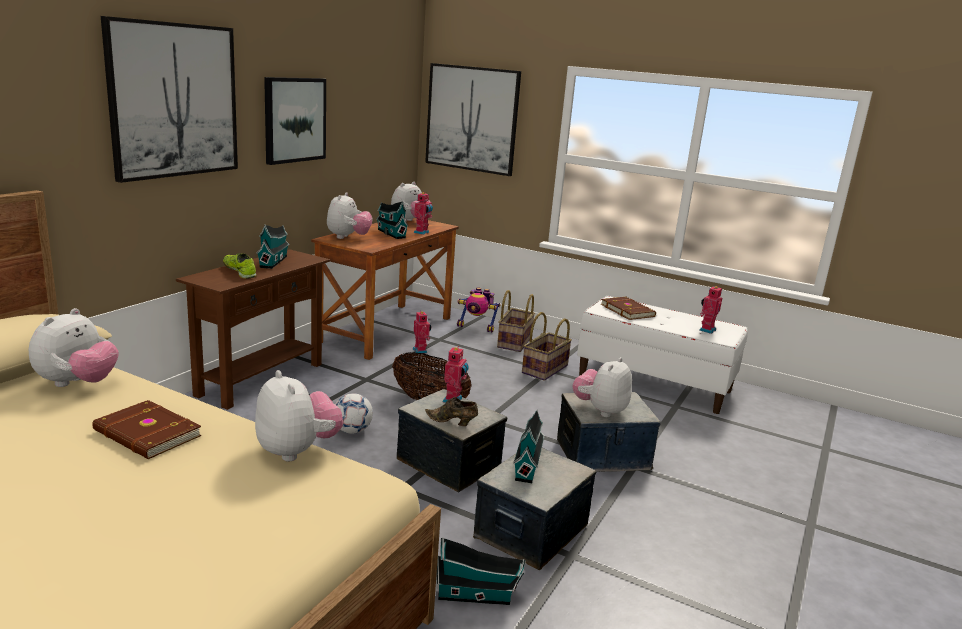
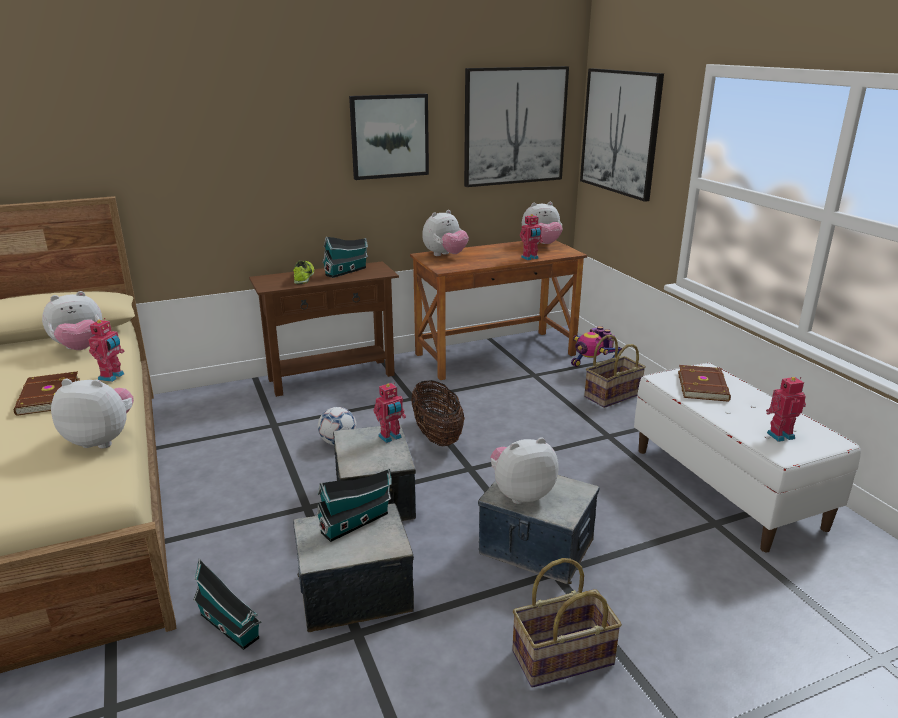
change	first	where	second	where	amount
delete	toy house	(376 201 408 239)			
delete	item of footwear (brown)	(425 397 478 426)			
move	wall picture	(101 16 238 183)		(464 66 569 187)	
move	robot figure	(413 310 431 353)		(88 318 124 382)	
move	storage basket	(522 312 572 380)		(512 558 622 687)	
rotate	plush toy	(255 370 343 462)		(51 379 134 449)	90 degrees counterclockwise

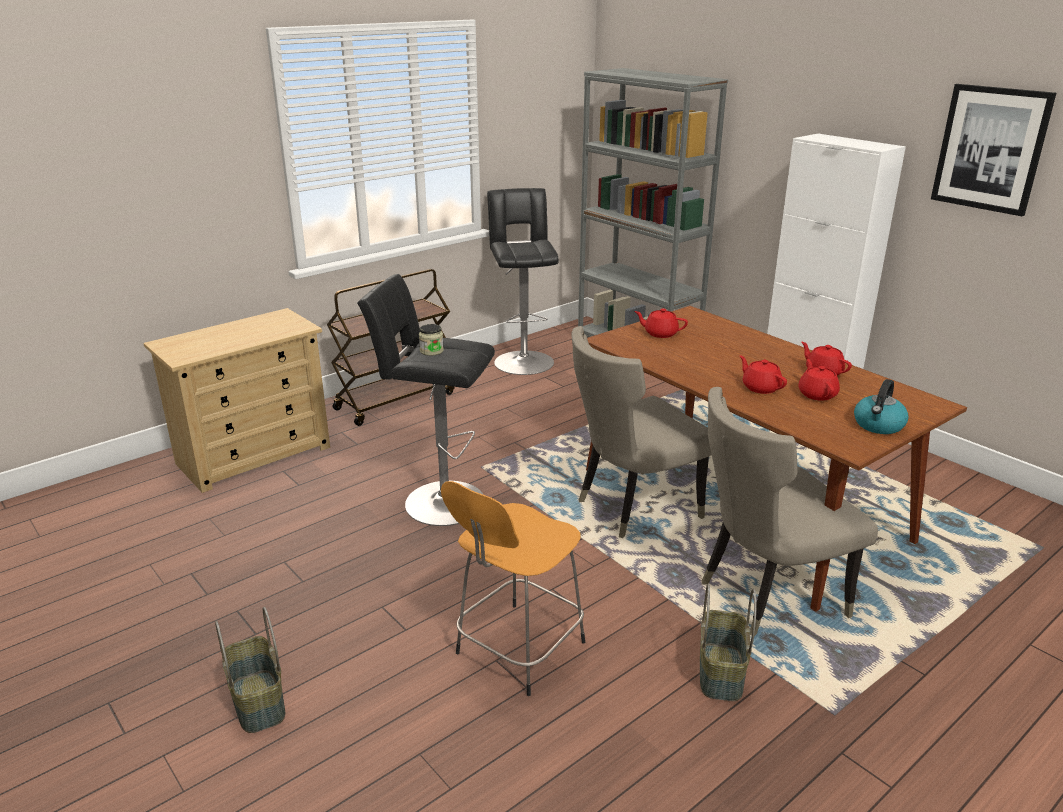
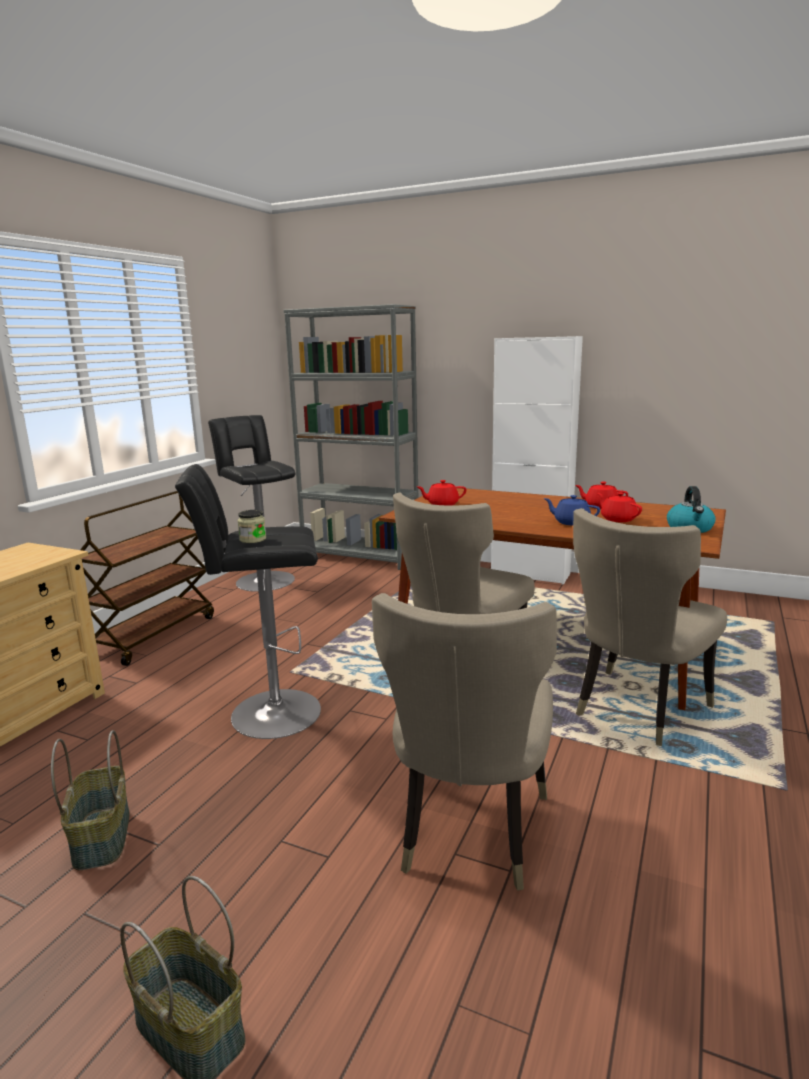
change	first	where	second	where	amount
delete	wall picture	(931 84 1056 216)			
move	storage basket	(700 584 756 701)		(51 730 130 870)	
replace	sitting stool (orangey)	(441 481 585 696)	chair (sand-coloured)	(372 593 557 891)	
recolor	tea pot (red)	(740 355 787 394)	tea pot (bluish)	(544 495 600 526)	

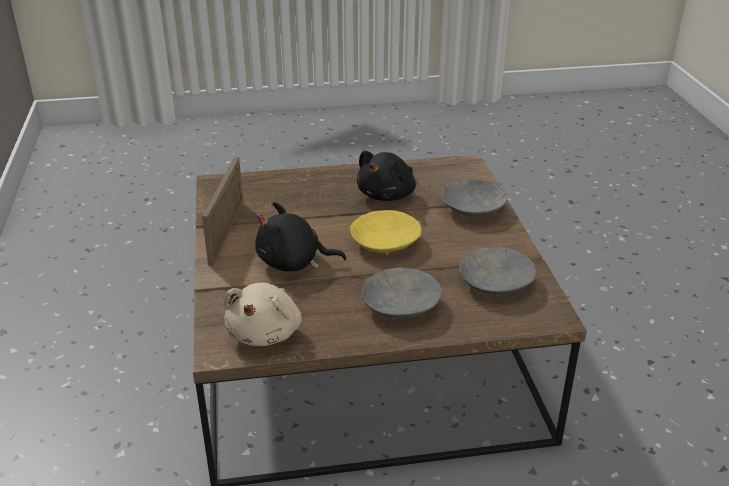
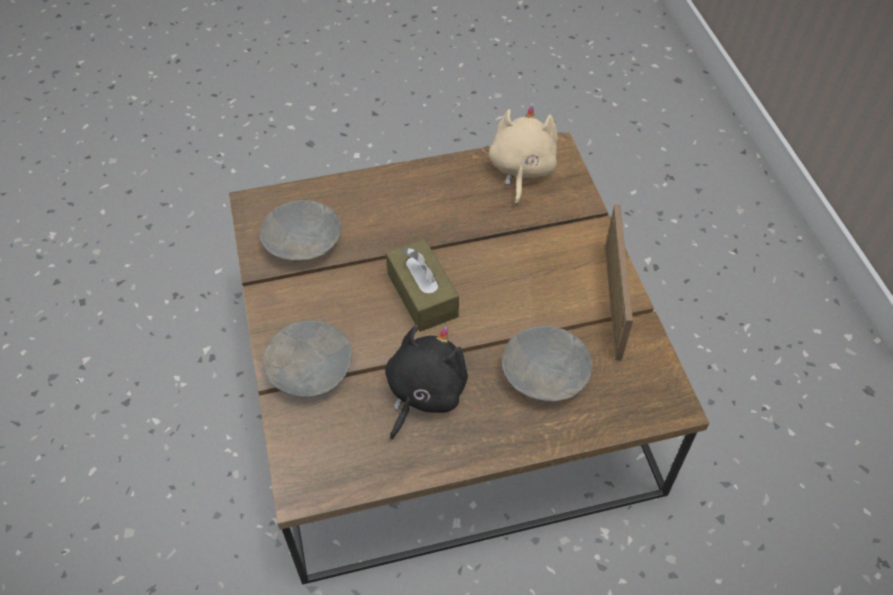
change	first	where	second	where	amount
delete	plush toy (blackish)	(255 202 346 272)			
move	bowl (greyish)	(362 267 442 320)		(502 326 592 402)	
replace	bowl (yellow-coloured)	(350 210 421 255)	box of tissues (brown)	(386 239 459 332)	

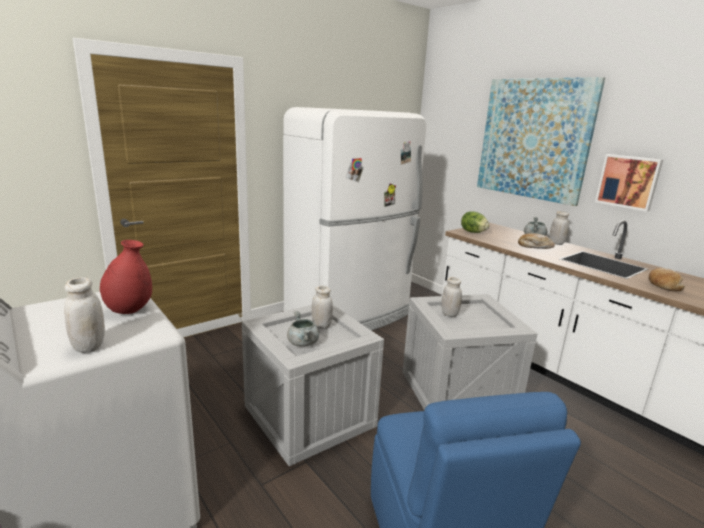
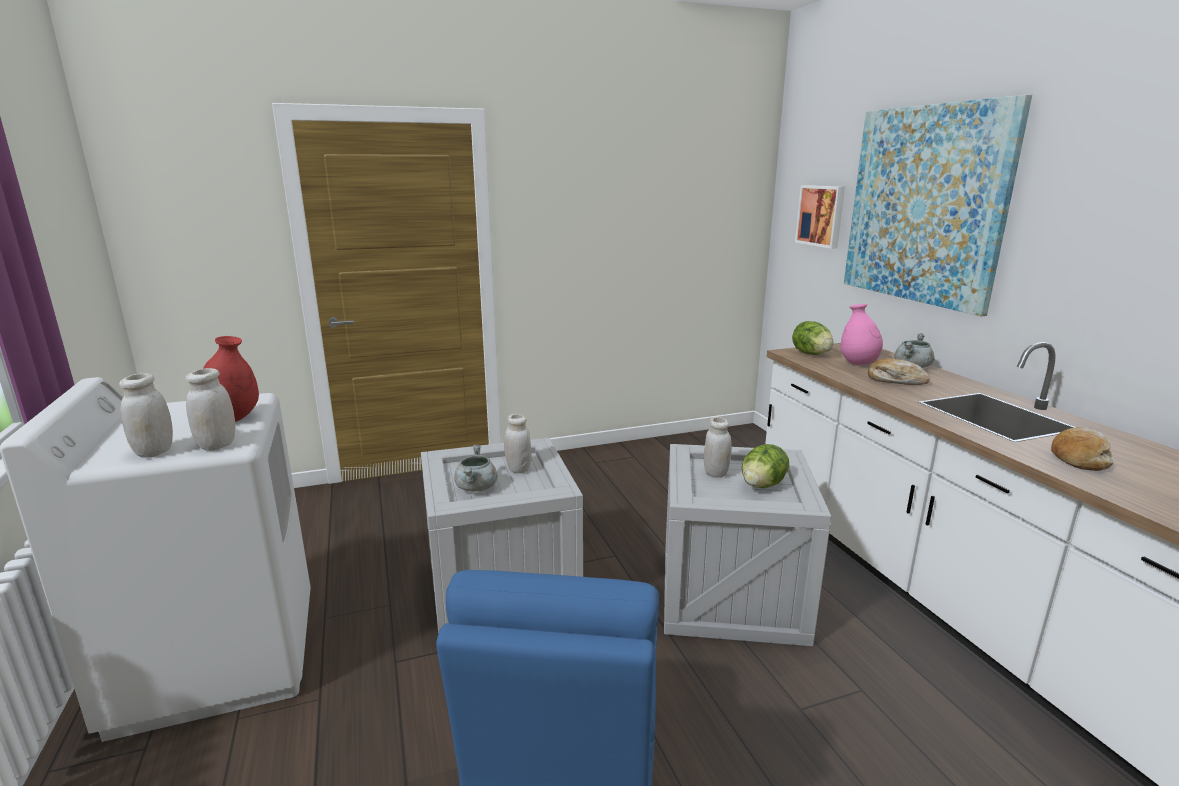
change	first	where	second	where	amount
delete	kitchen fridge (whitish)	(283 107 426 331)			
insert			lettuce	(742 444 789 488)	
insert			decorative vase (pinkish)	(841 304 883 365)	
move	storage jar (whitish)	(550 211 569 245)		(186 368 235 451)	
move	wall picture	(595 154 663 212)		(795 185 845 249)	

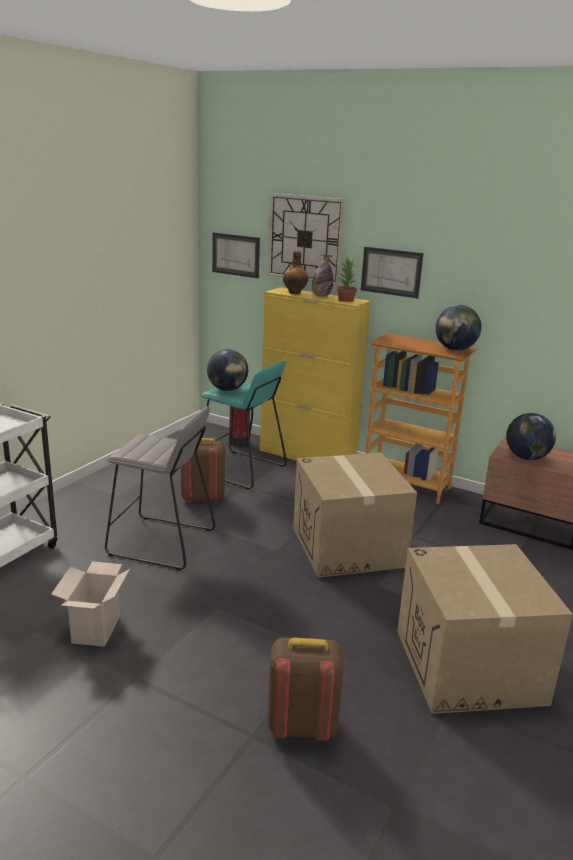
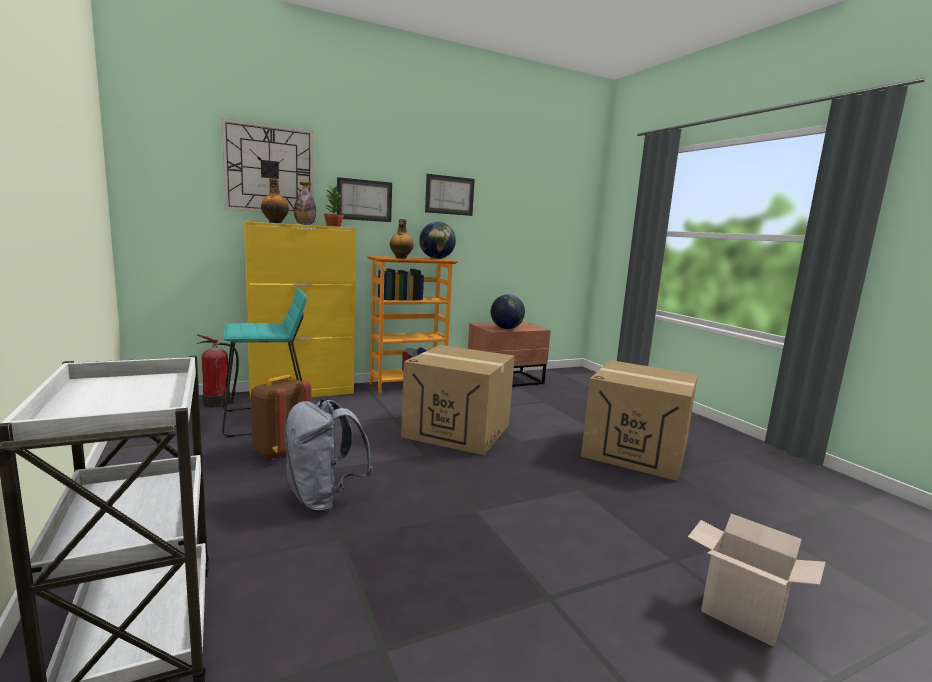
change	first	where	second	where	amount
delete	desk globe	(207 349 248 391)			
delete	backpack (brown)	(268 638 344 741)			
insert			drink bottle	(390 219 414 259)	
move	packing box	(51 561 130 647)		(688 514 826 646)	
move	wall picture	(212 232 260 278)		(425 174 475 216)	
replace	sitting stool (greyish)	(105 406 216 571)	backpack (greyish)	(284 399 373 513)	

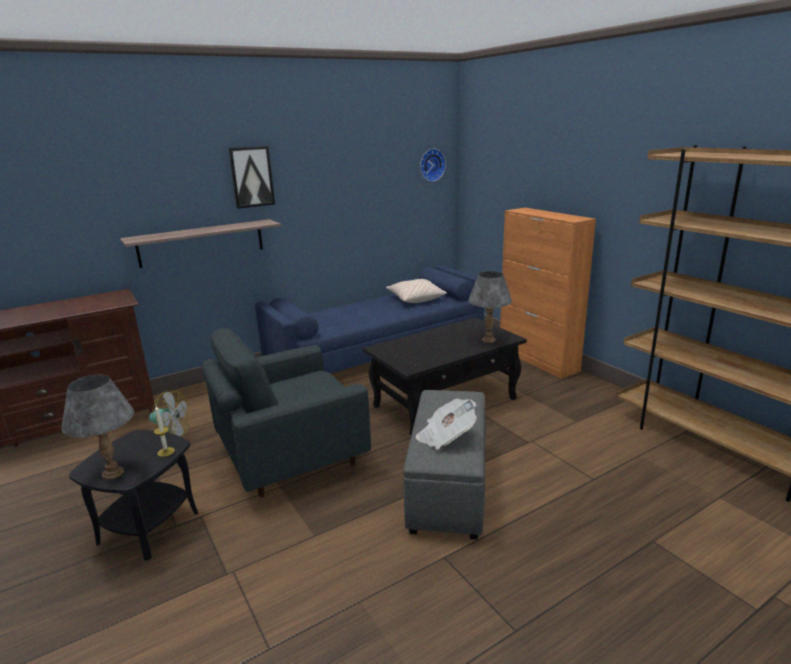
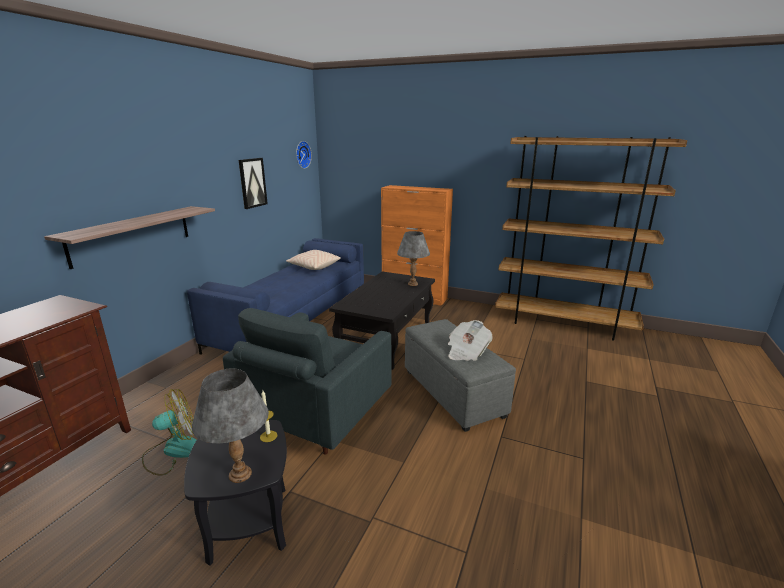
change	first	where	second	where	amount
move	wall picture	(228 146 275 209)		(239 158 268 209)	

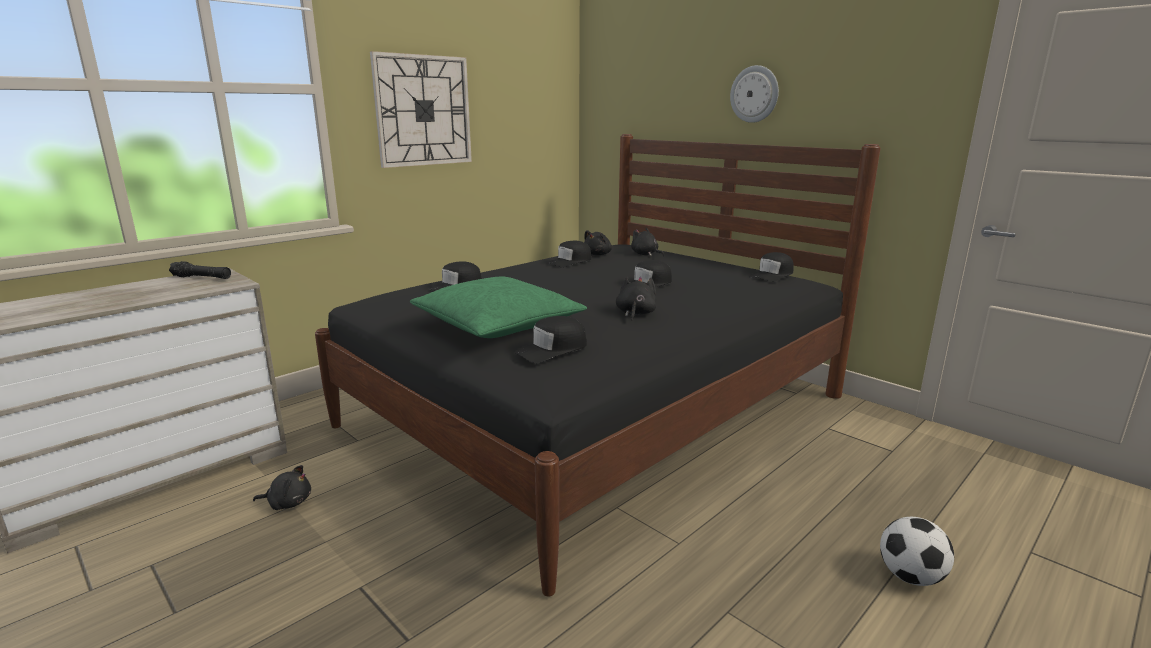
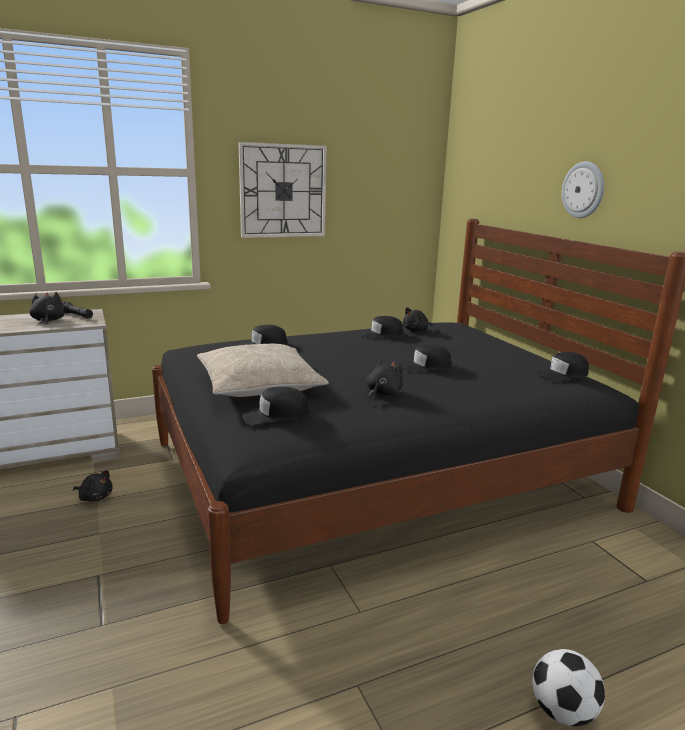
change	first	where	second	where	amount
move	plush toy (blackish)	(631 228 664 256)		(29 292 64 325)	
recolor	cushion (greenish)	(410 277 587 338)	cushion (sand-coloured)	(197 344 329 397)	

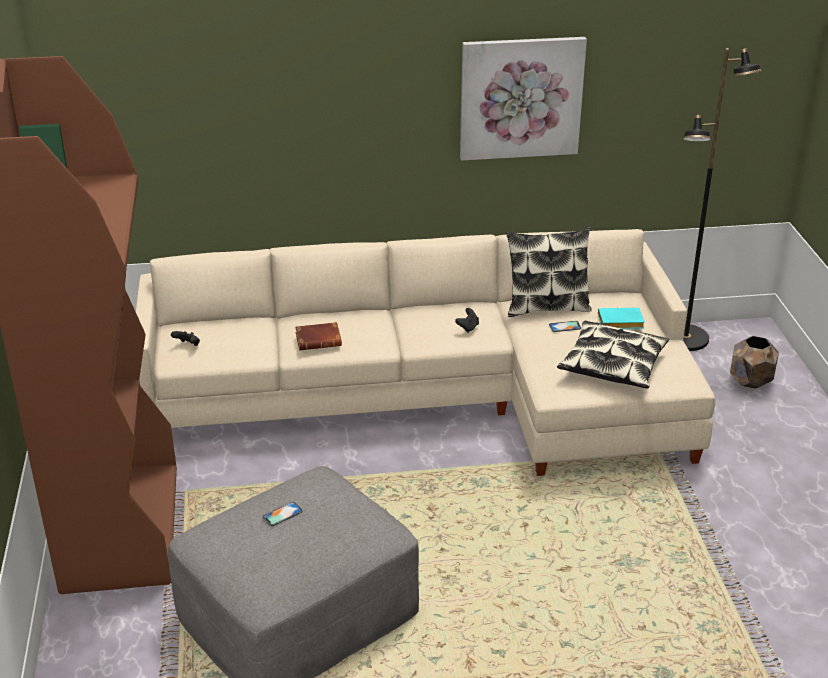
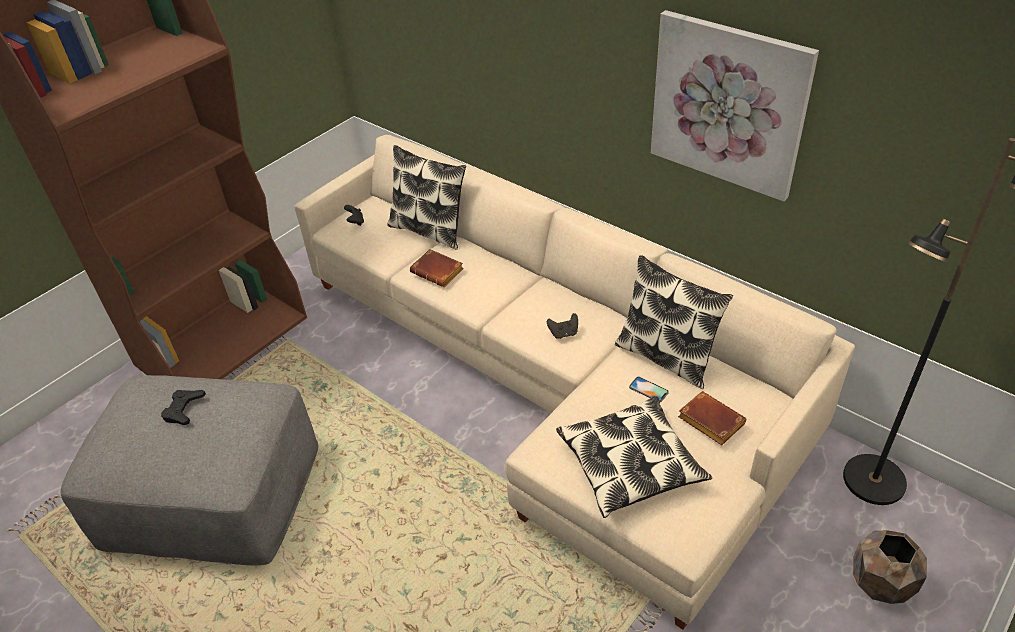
change	first	where	second	where	amount
insert			cushion	(387 145 466 250)	
replace	telephone	(263 502 303 526)	game controller (blackish)	(161 390 206 425)	
recolor	bound book (turquoise)	(598 308 645 329)	bound book (brown)	(678 391 746 445)	

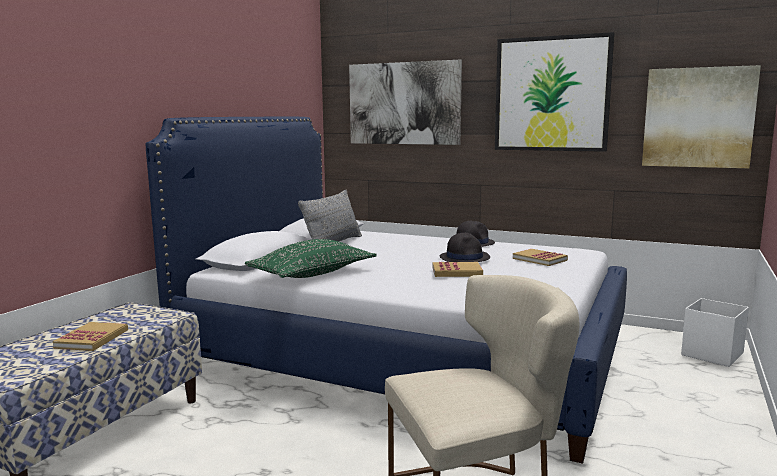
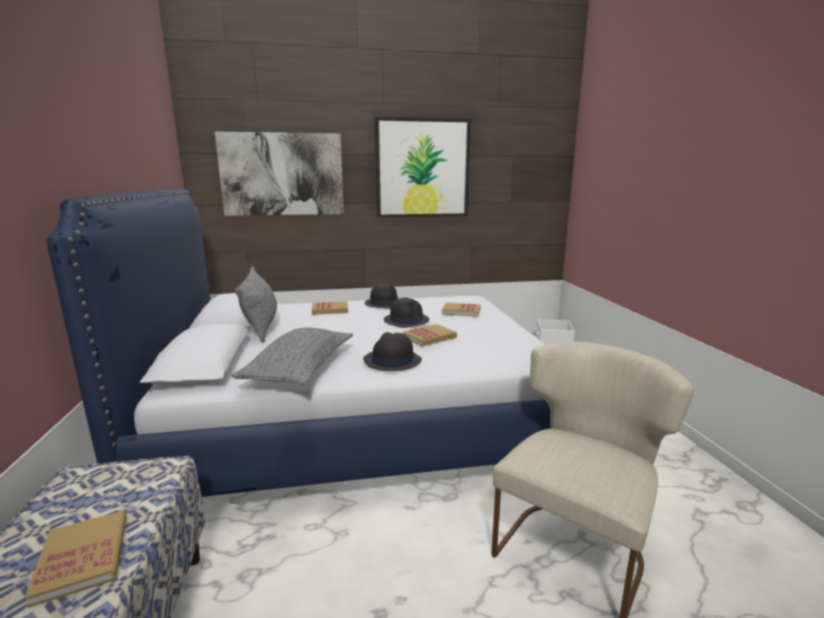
change	first	where	second	where	amount
delete	wall picture	(642 65 761 168)			
insert			bound book	(312 301 348 315)	
insert			clothing hat (blackish)	(363 332 422 371)	
recolor	cushion (greenish)	(245 239 377 278)	cushion (greyish)	(231 327 353 386)	

